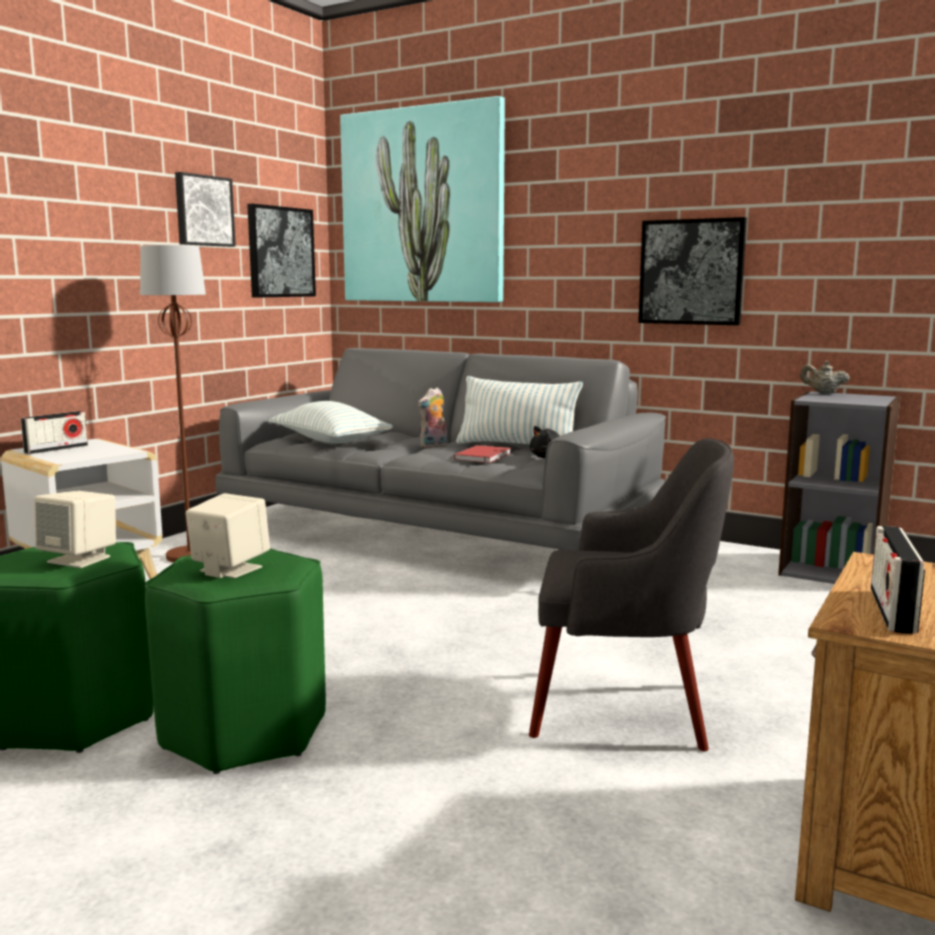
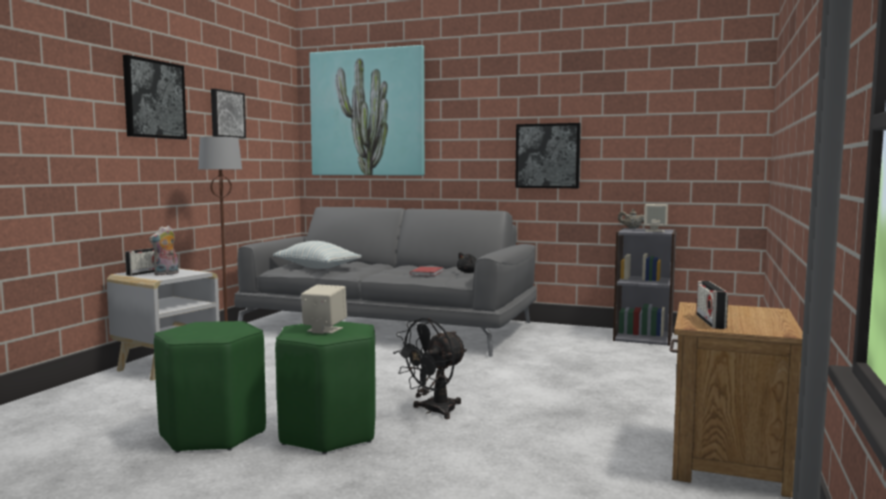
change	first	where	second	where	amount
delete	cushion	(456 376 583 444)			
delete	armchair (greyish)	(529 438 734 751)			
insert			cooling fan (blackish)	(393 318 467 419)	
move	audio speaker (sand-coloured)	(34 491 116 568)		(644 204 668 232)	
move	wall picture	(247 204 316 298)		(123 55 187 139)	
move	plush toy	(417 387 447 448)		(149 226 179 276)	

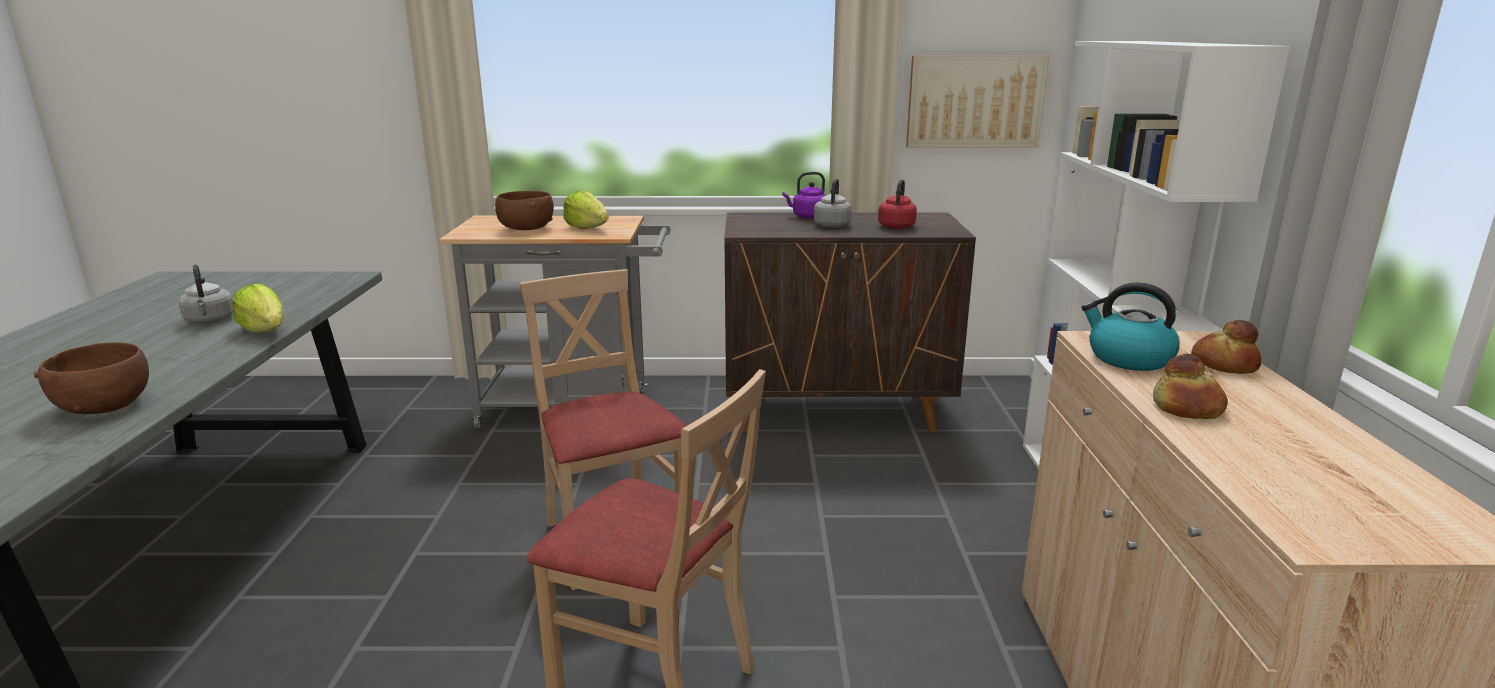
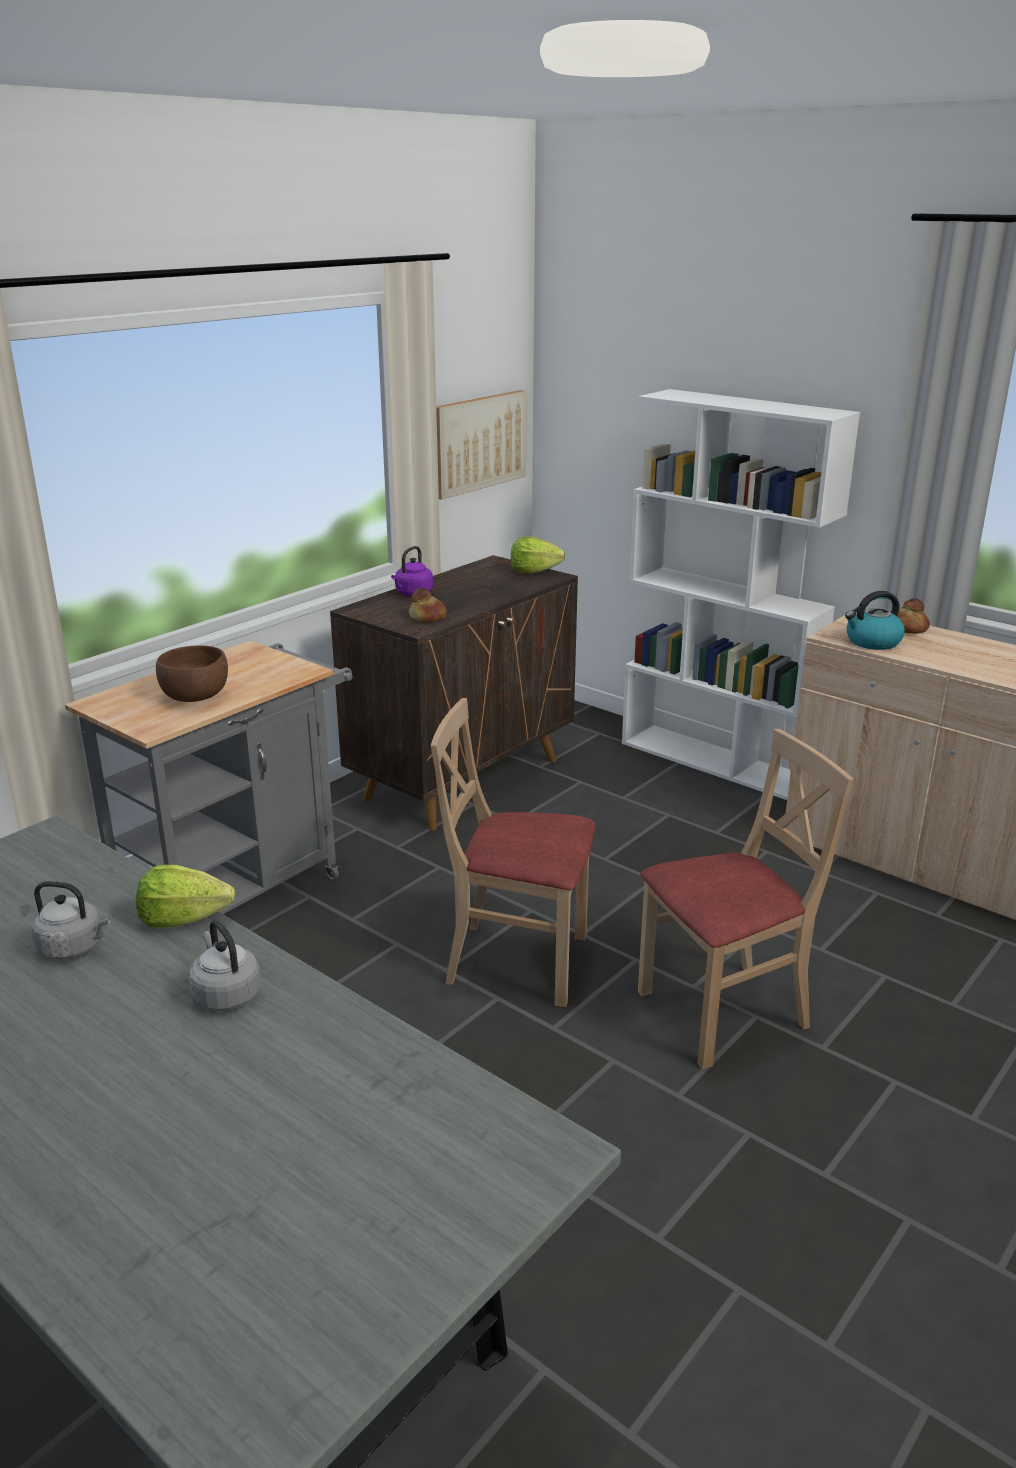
change	first	where	second	where	amount
delete	bowl (brown)	(34 342 149 414)			
delete	tea kettle (red)	(878 179 917 229)			
move	lettuce	(563 191 609 229)		(511 537 565 573)	
move	tea kettle (greyish)	(814 178 852 228)		(189 920 260 1011)	
move	baked bread	(1153 354 1228 419)		(409 588 446 622)	

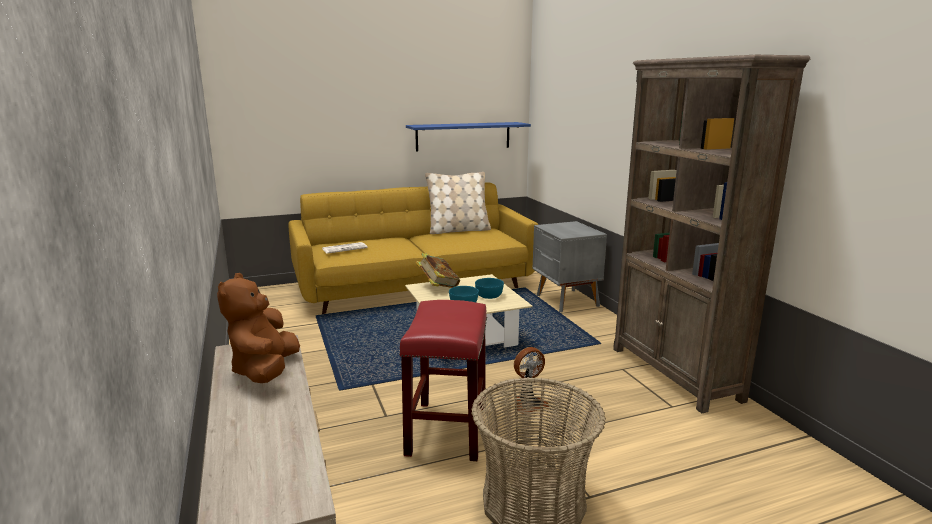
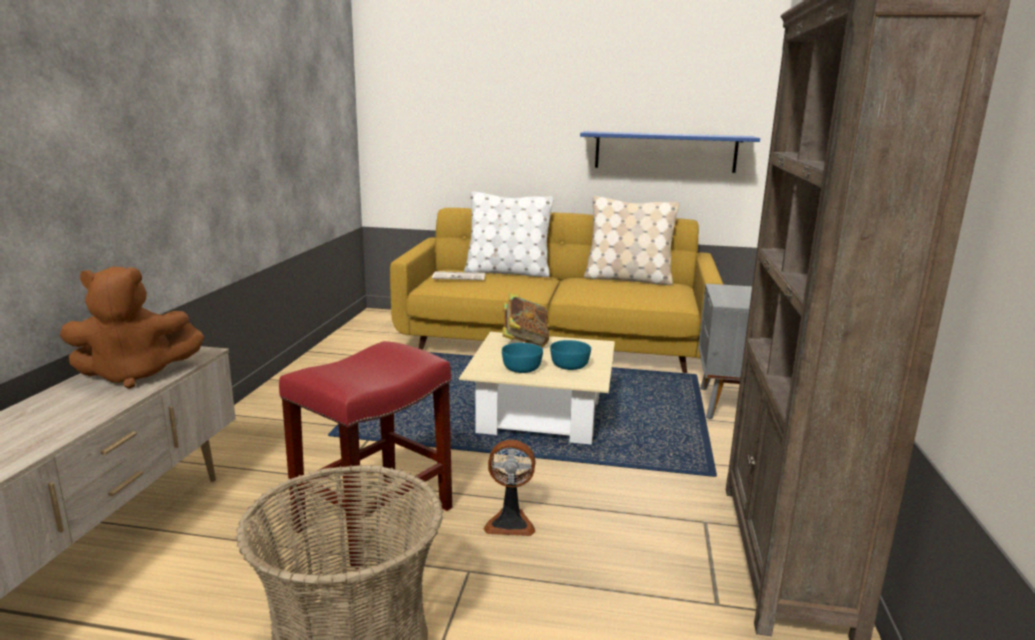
change	first	where	second	where	amount
insert			cushion (whitish)	(464 191 554 277)	
rotate	plush toy (brown)	(217 273 300 383)		(60 267 204 389)	135 degrees counterclockwise

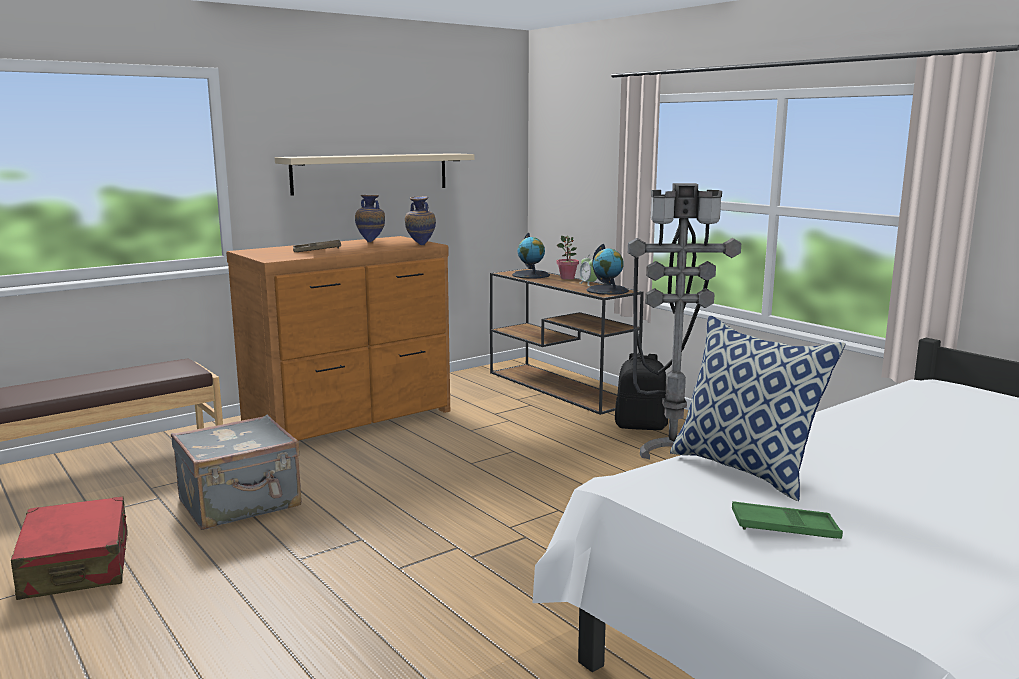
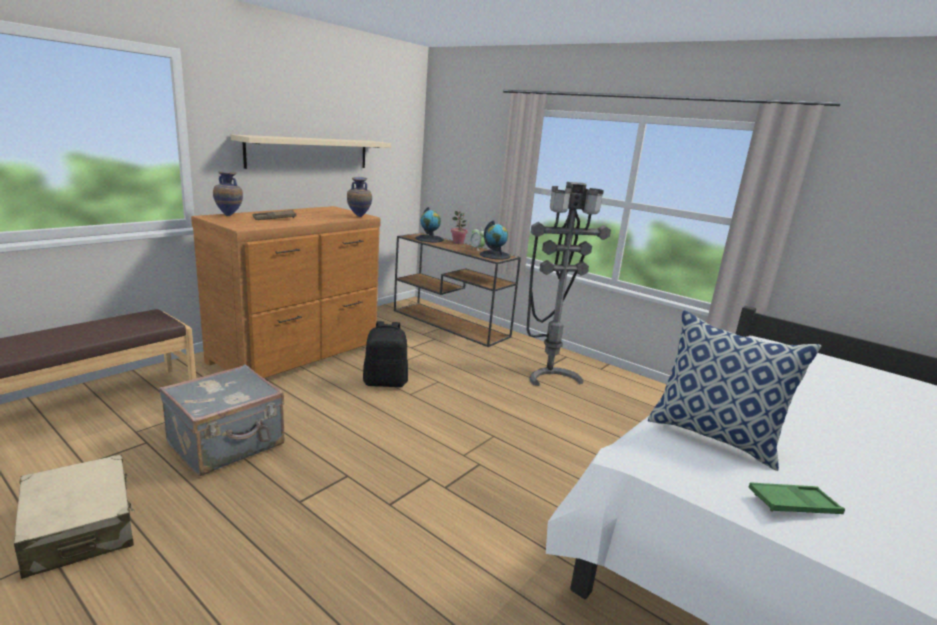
change	first	where	second	where	amount
move	decorative vase	(355 195 385 242)		(213 172 243 216)	
move	backpack (blackish)	(615 353 668 430)		(363 321 408 387)	
recolor	travel case (red)	(11 496 128 600)	travel case (sand-coloured)	(14 454 135 579)	

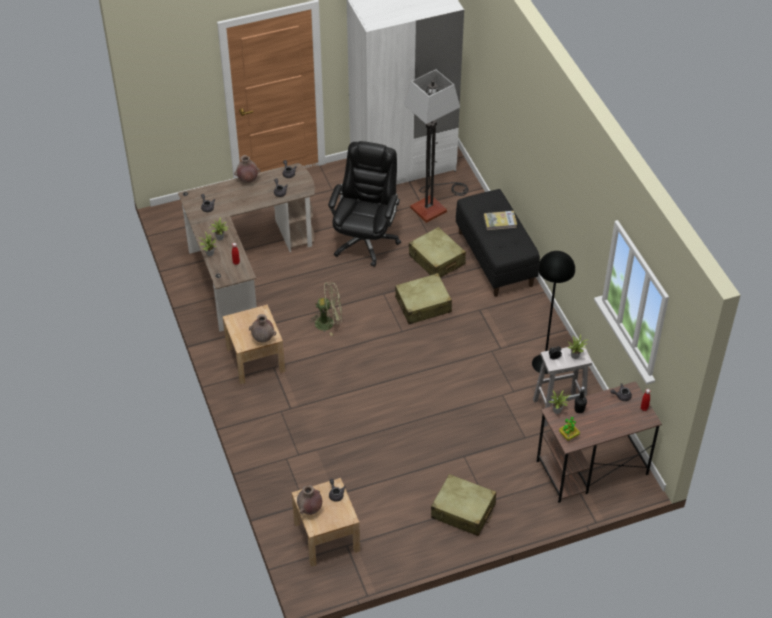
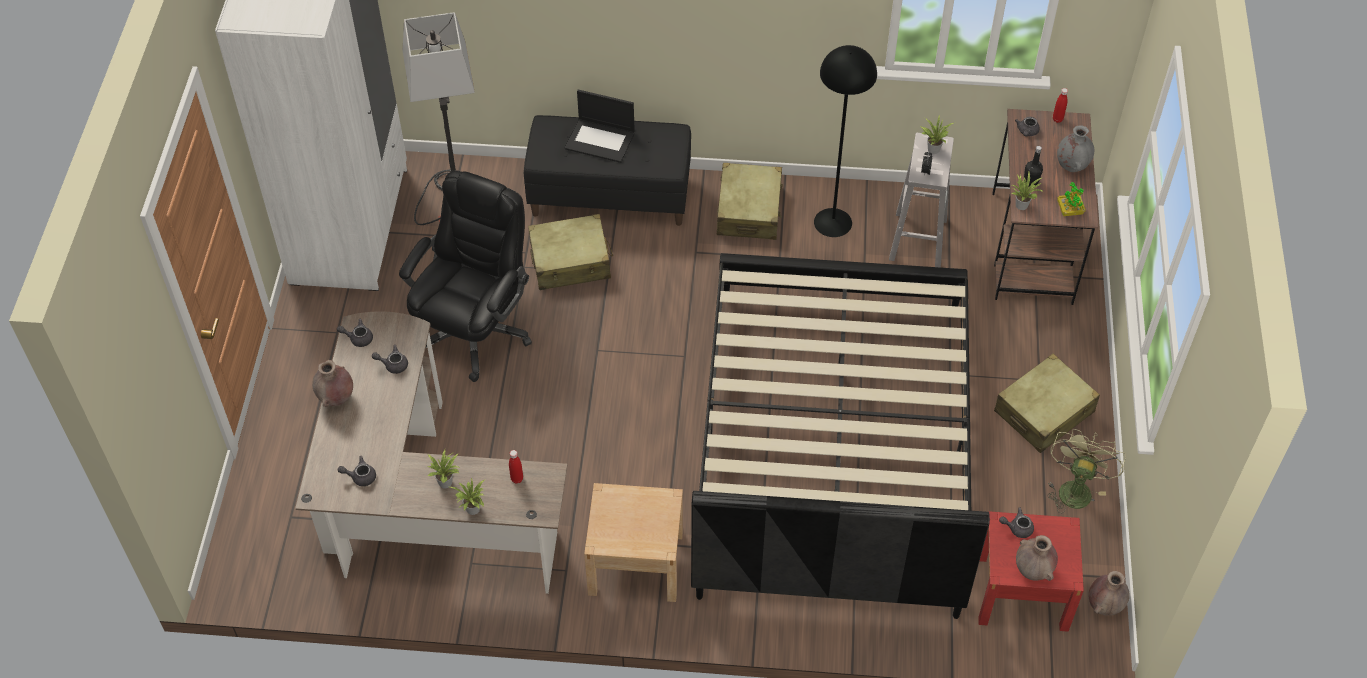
change	first	where	second	where	amount
insert			sleeping bed (blackish)	(691 253 990 619)	
insert			decorative vase (greyish)	(1057 125 1094 172)	
move	decorative vase (brown)	(249 314 276 343)		(1089 571 1130 616)	
move	cooling fan (greenish)	(309 282 342 336)		(1047 429 1126 513)	
move	travel case (sand-coloured)	(395 273 452 324)		(717 163 783 240)	
replace	bound book	(484 211 517 230)	laptop	(565 90 635 163)	
recolor	night table (sand-coloured)	(292 478 360 567)	night table (red)	(978 511 1084 632)	
rotate	office chair (blackish)	(328 141 401 267)		(399 170 532 382)	75 degrees clockwise

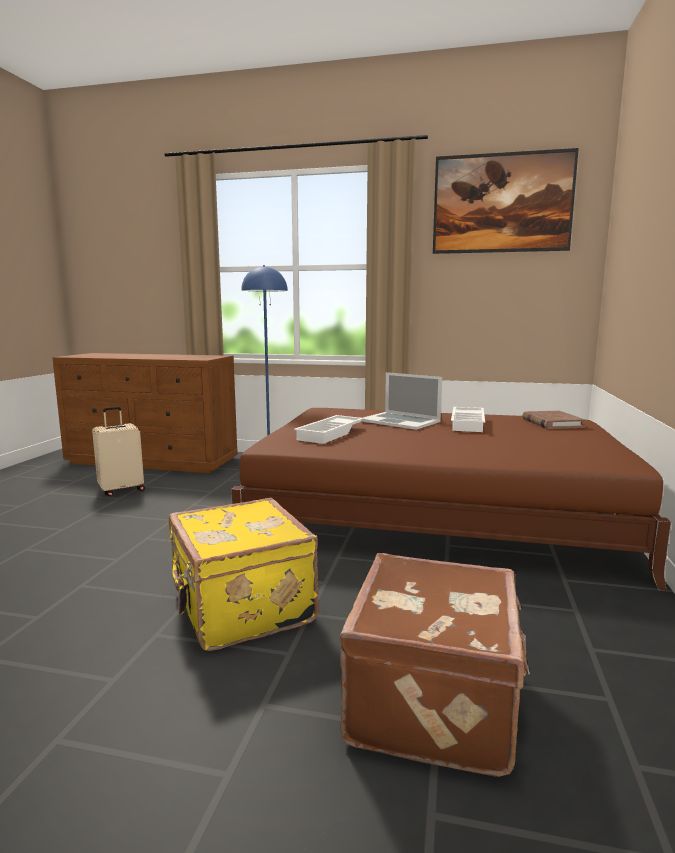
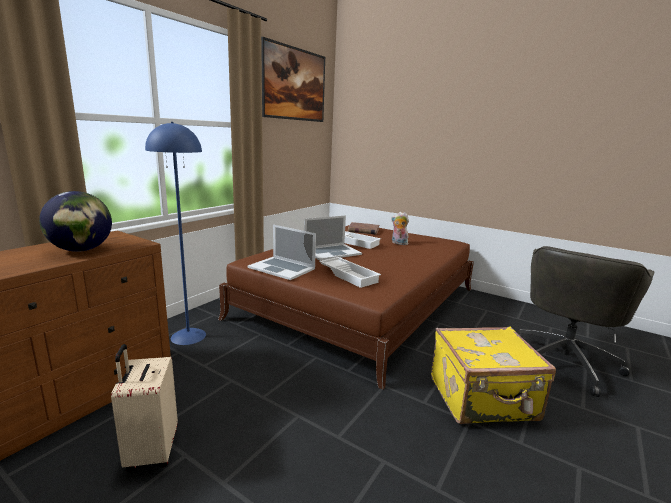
change	first	where	second	where	amount
insert			desk globe	(39 191 112 252)	
insert			laptop	(248 225 316 280)	
insert			plush toy	(391 212 409 245)	
replace	travel case (brown)	(340 553 530 777)	office chair (greyish)	(518 246 654 397)	

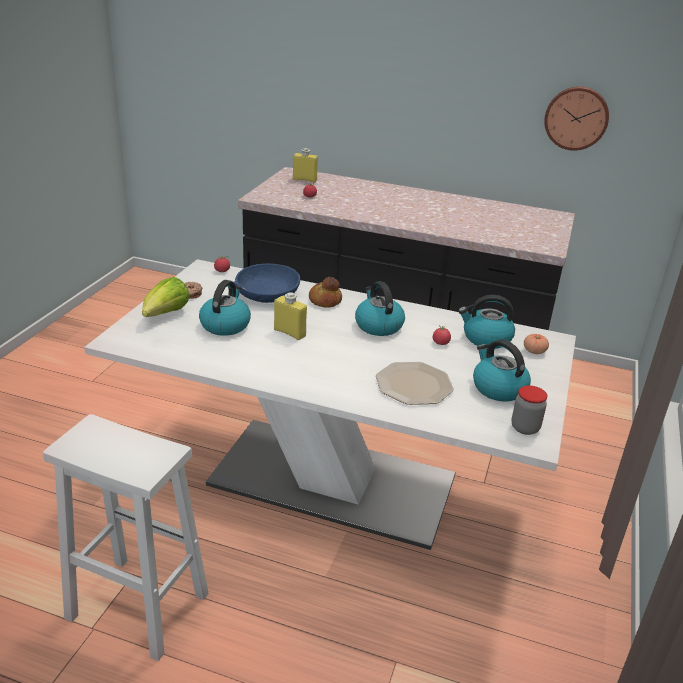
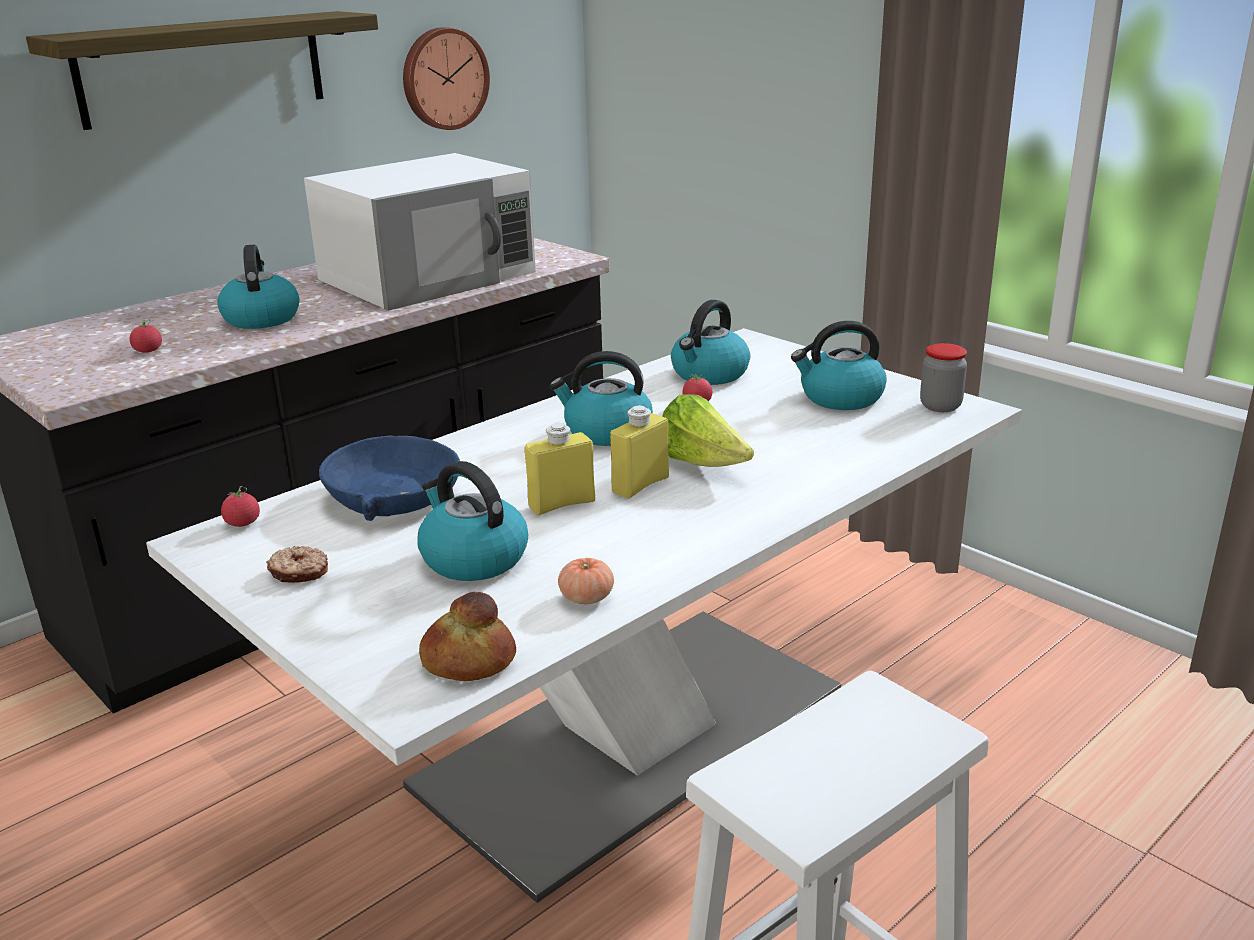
change	first	where	second	where	amount
delete	flat dish	(376 362 454 405)			
insert			bracket shelf	(26 11 378 130)	
insert			tea kettle	(217 245 299 329)	
insert			microwave (whitish)	(304 153 536 311)	
move	lettuce	(142 277 190 317)		(662 394 754 467)	
move	drink bottle (yellow-coloured)	(293 148 318 182)		(610 406 669 498)	
move	baked bread	(309 277 342 307)		(419 592 516 681)	
move	whole tomato	(524 334 549 354)		(558 558 614 604)	

